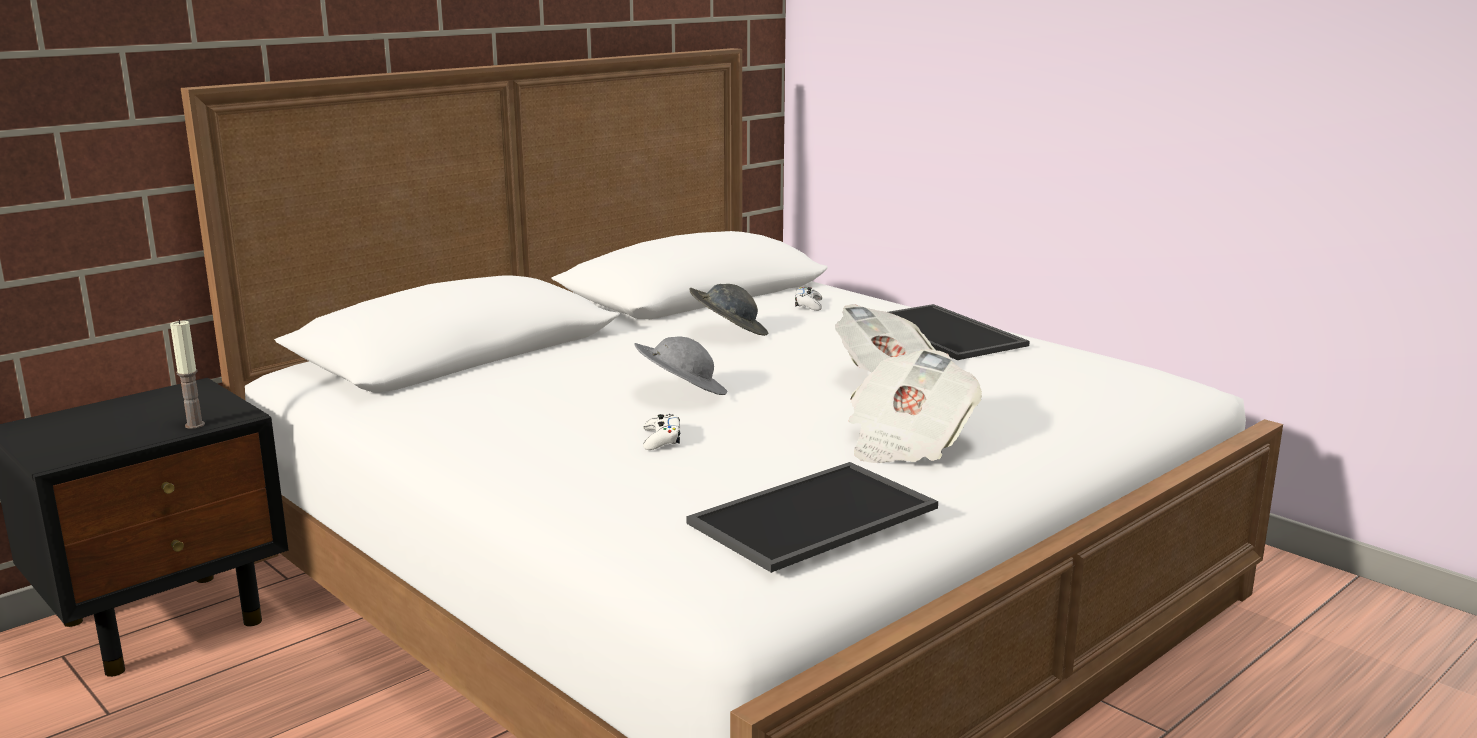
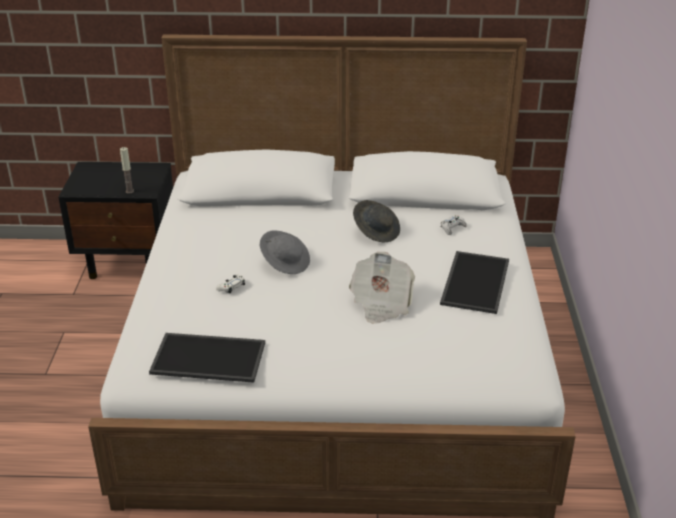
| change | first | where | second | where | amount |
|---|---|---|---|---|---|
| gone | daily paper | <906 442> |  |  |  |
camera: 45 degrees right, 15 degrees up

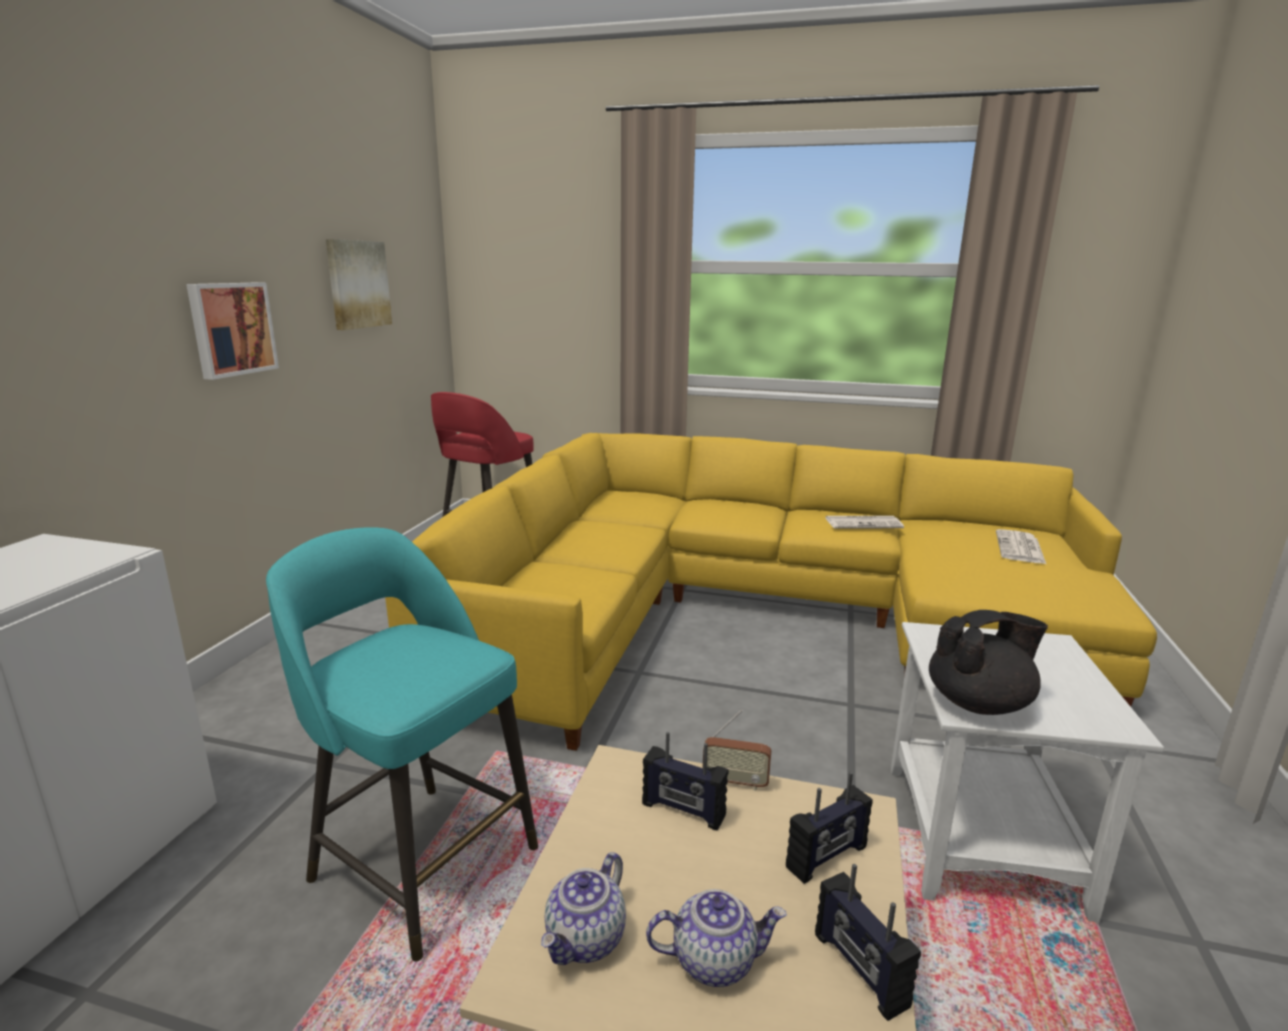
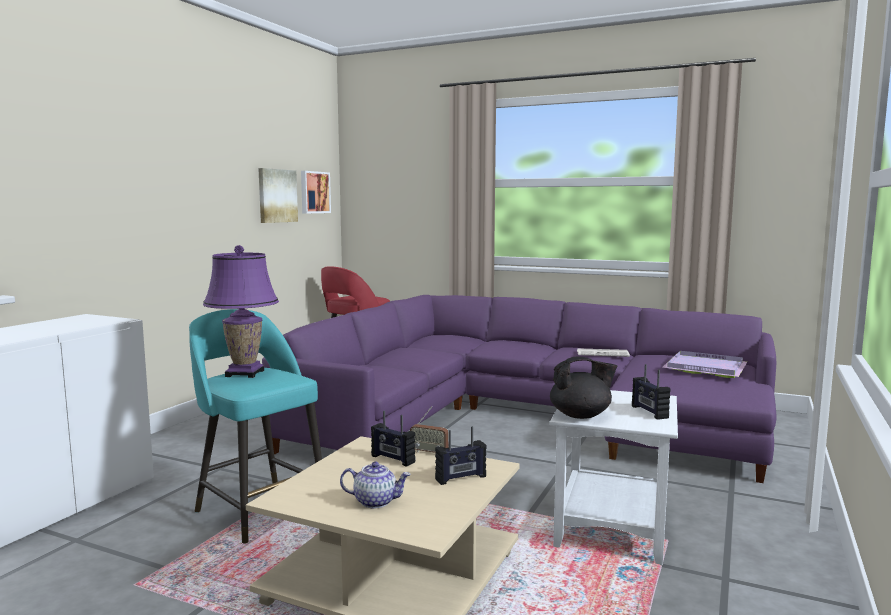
| change | first | where | second | where | amount |
|---|---|---|---|---|---|
| new |  |  | purple-coloured tabletop lamp | <245 373> |  |
| repainted | yellowish sofa | <756 615> | purple-coloured sofa | <525 418> |  |
| shifted | picture | <231 329> |  | <314 192> |  |
| shifted | radio receiver | <859 970> |  | <649 412> |  |
| swapped | daily paper | <1020 548> | purple-coloured serving tray | <706 368> |  |
| gone | tea pot | <586 940> |  |  |  |
camera: 10 degrees right, 10 degrees down

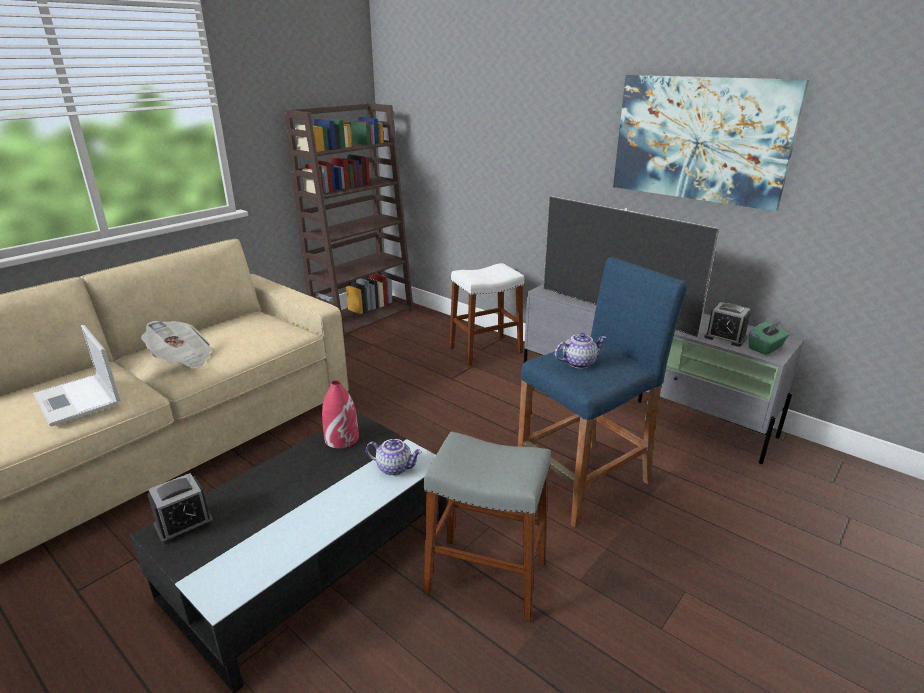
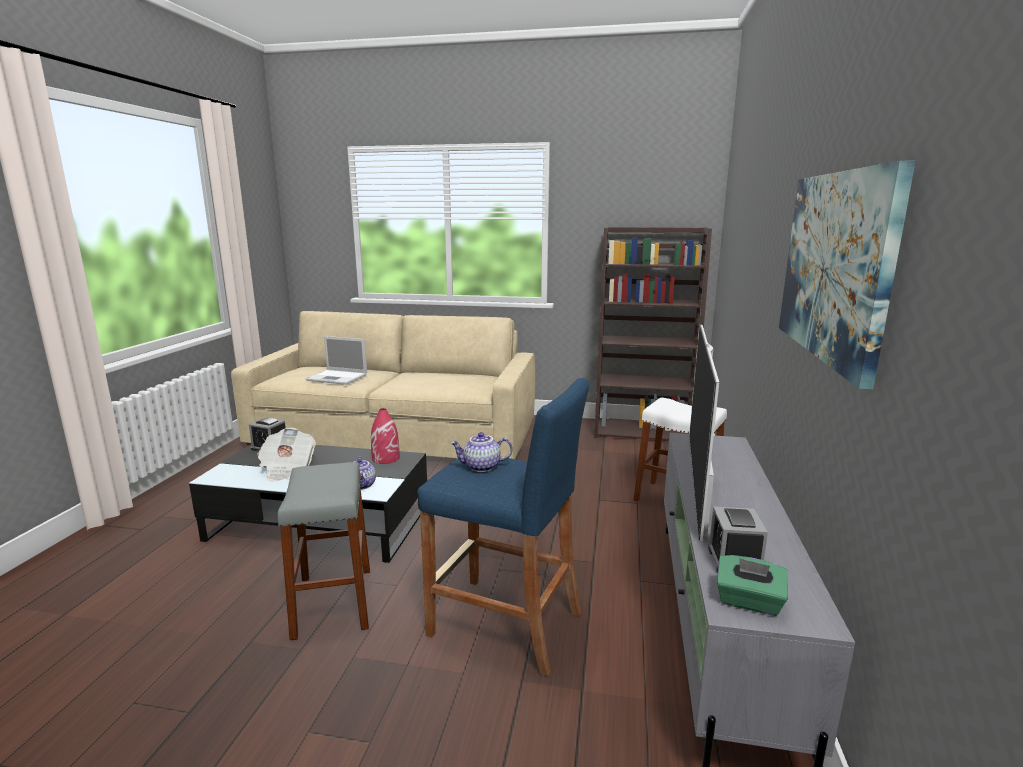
| change | first | where | second | where | amount |
|---|---|---|---|---|---|
| shifted | daily paper | <182 359> |  | <287 468> |  |
| rotated | portable computer | <78 400> |  | <338 377> | 90 degrees counterclockwise |
| rotated | tea pot | <578 363> |  | <481 467> | 135 degrees clockwise |
camera: 60 degrees right, 10 degrees down

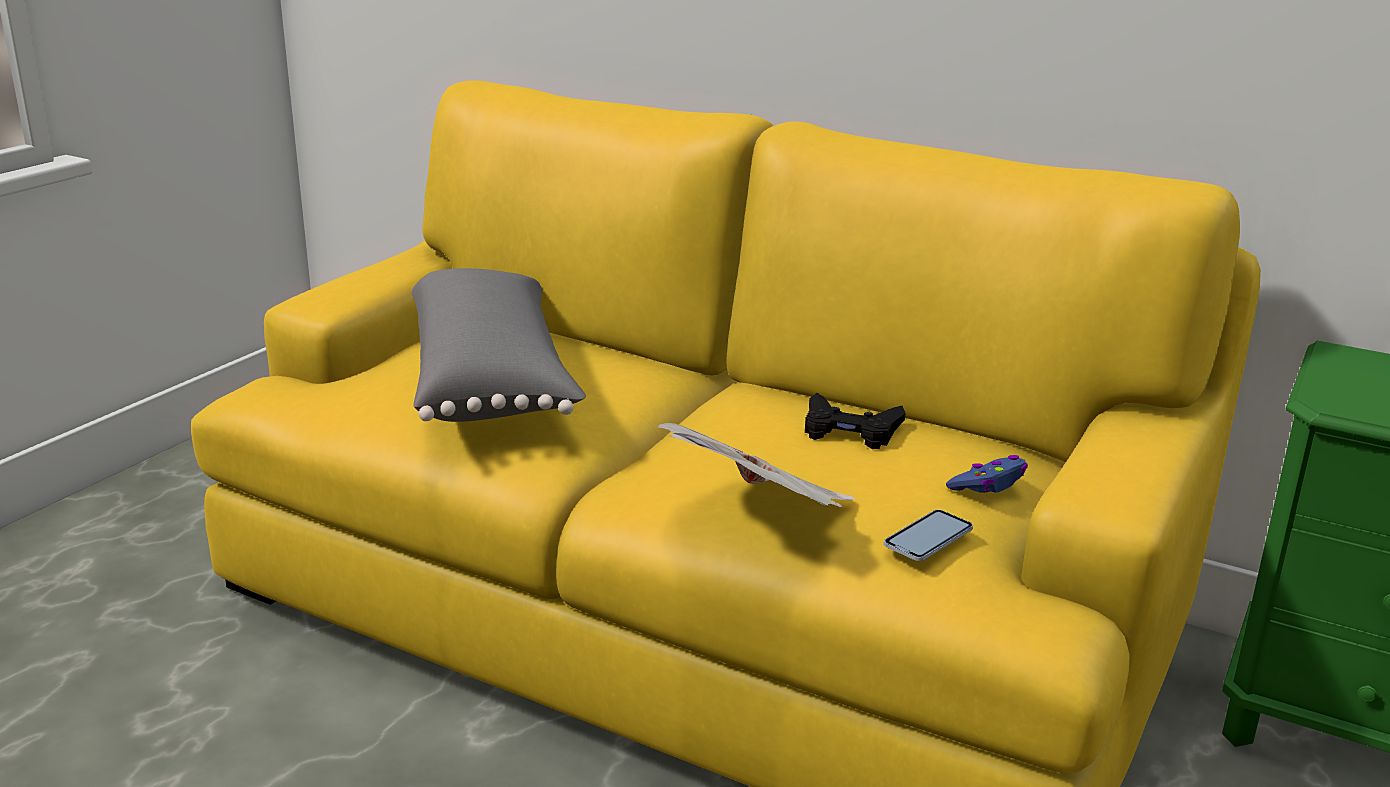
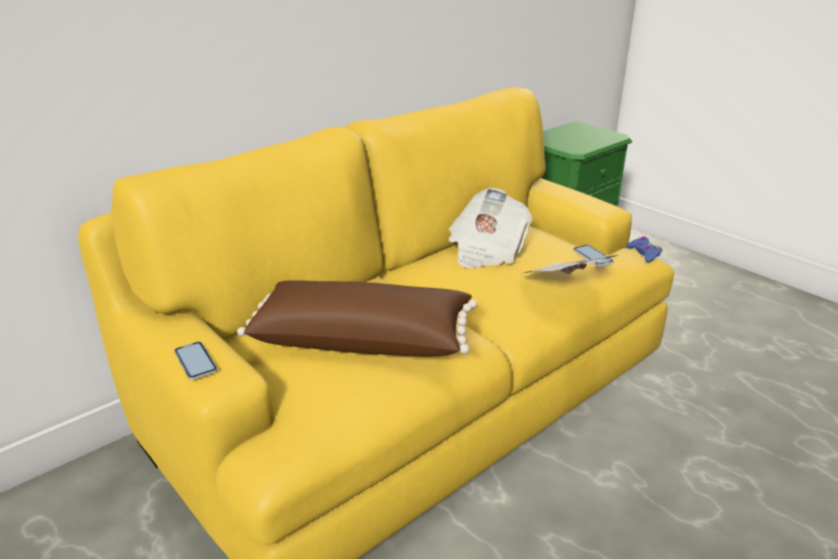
| change | first | where | second | where | amount |
|---|---|---|---|---|---|
| new |  |  | handset | <196 361> |  |
| repainted | greyish cushion | <491 381> | brown cushion | <363 338> |  |
| swapped | black-coloured gamepad | <850 430> | daily paper | <485 250> |  |
| shifted | blue-coloured gamepad | <988 484> |  | <644 253> |  |
camera: 70 degrees left, 5 degrees up

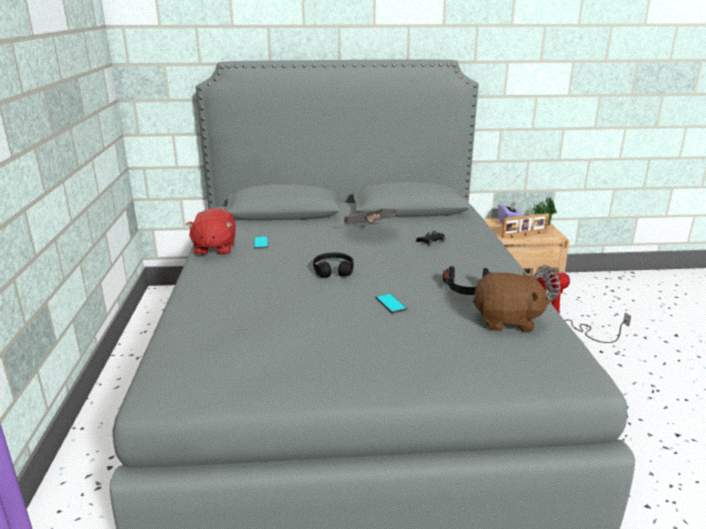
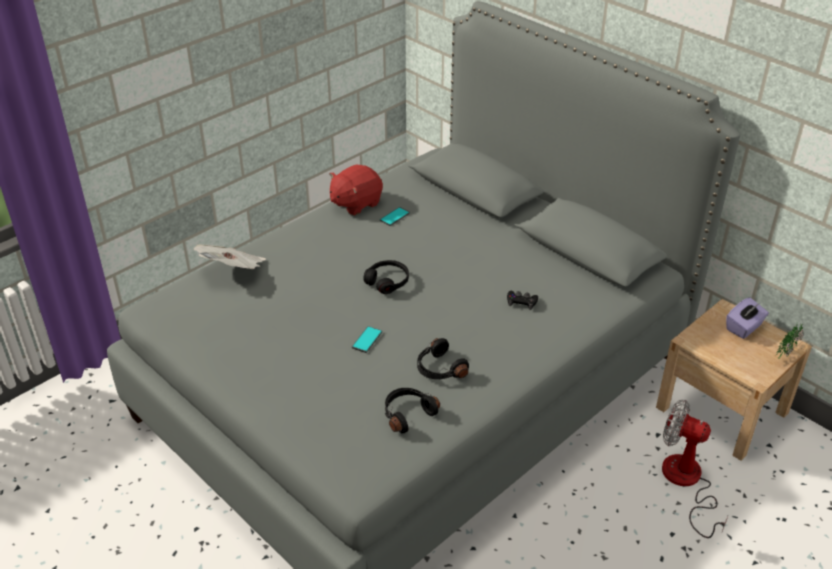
| change | first | where | second | where | amount |
|---|---|---|---|---|---|
| shifted | daily paper | <370 231> |  | <233 270> |  |
| swapped | brown plush toy | <507 321> | black-coloured headset | <407 414> |  |
| gone | picture frame | <524 235> |  |  |  |
camera: 50 degrees right, 15 degrees up

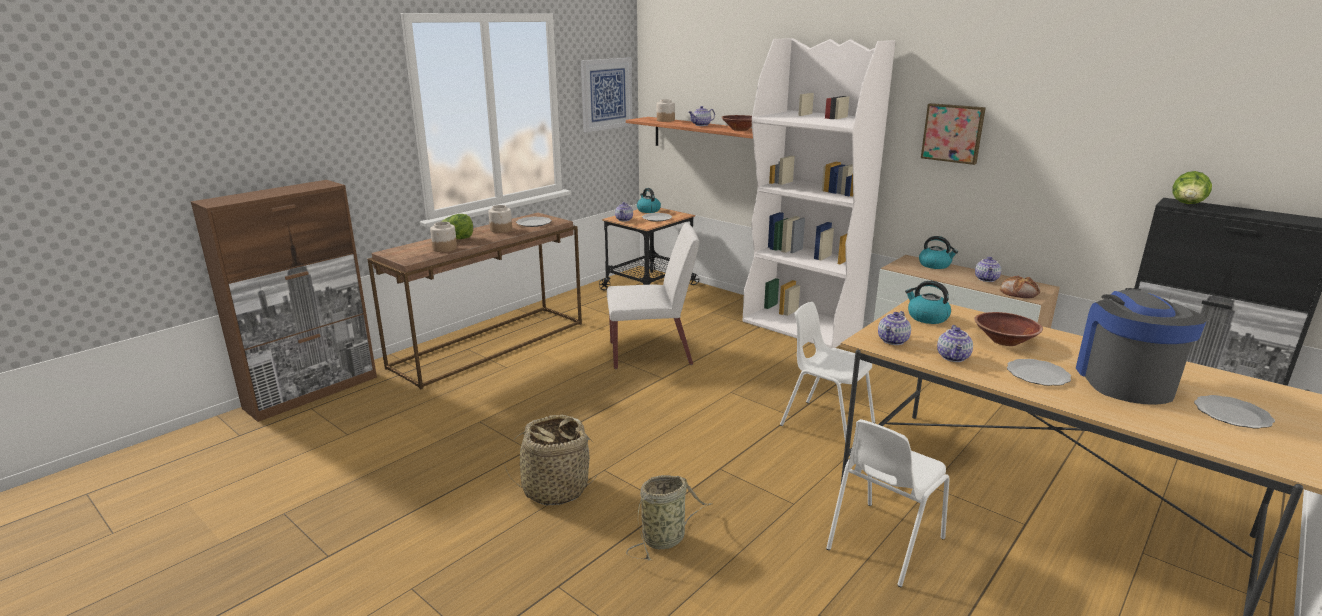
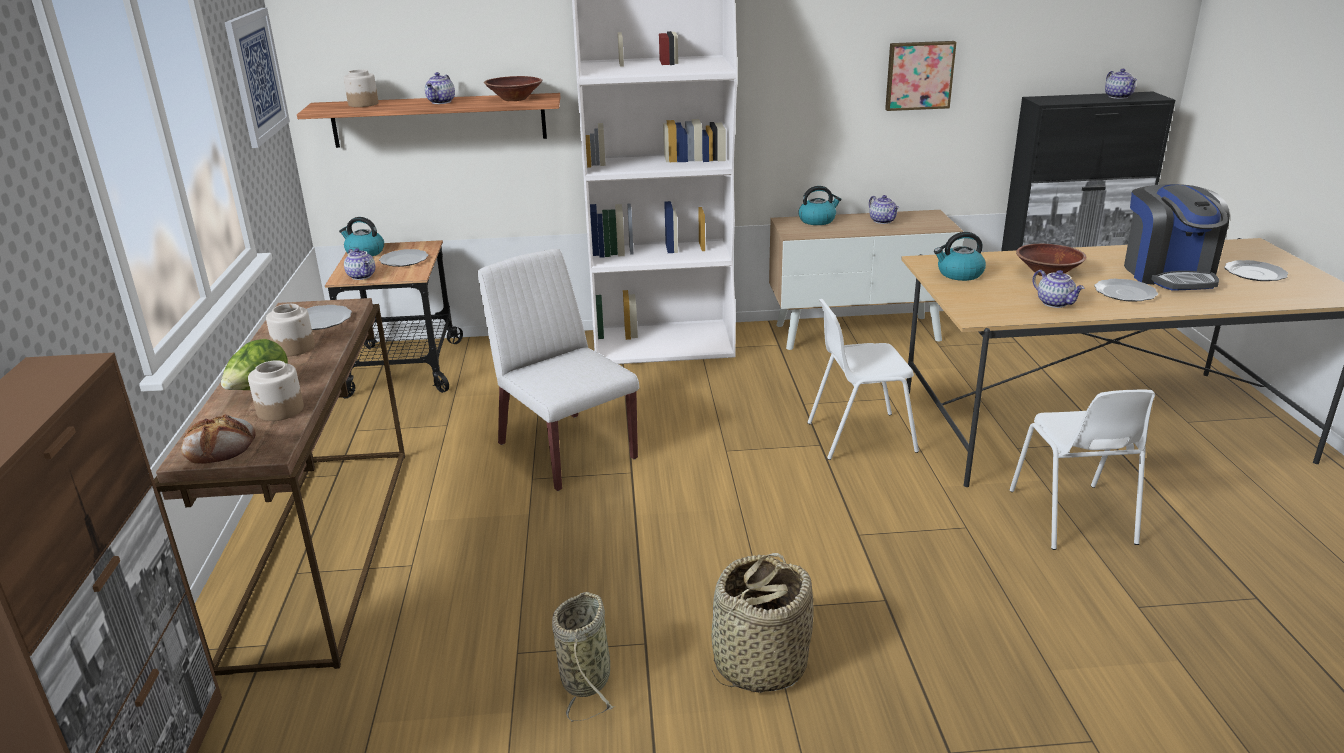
| change | first | where | second | where | amount |
|---|---|---|---|---|---|
| shifted | bread | <1019 292> |  | <220 445> |  |
| rotated | whitish upright chair | <651 353> |  | <565 450> | 75 degrees counterclockwise |
| shifted | basket | <666 538> |  | <586 677> |  |
| shifted | picture | <953 133> |  | <919 75> |  |
| shifted | tea pot | <893 341> |  | <1119 97> |  |
| rotated | coffee machine | <1124 381> |  | <1168 274> | 150 degrees counterclockwise |
| gone | lettuce | <1187 205> |  |  |  |
camera: 45 degrees left, 5 degrees up

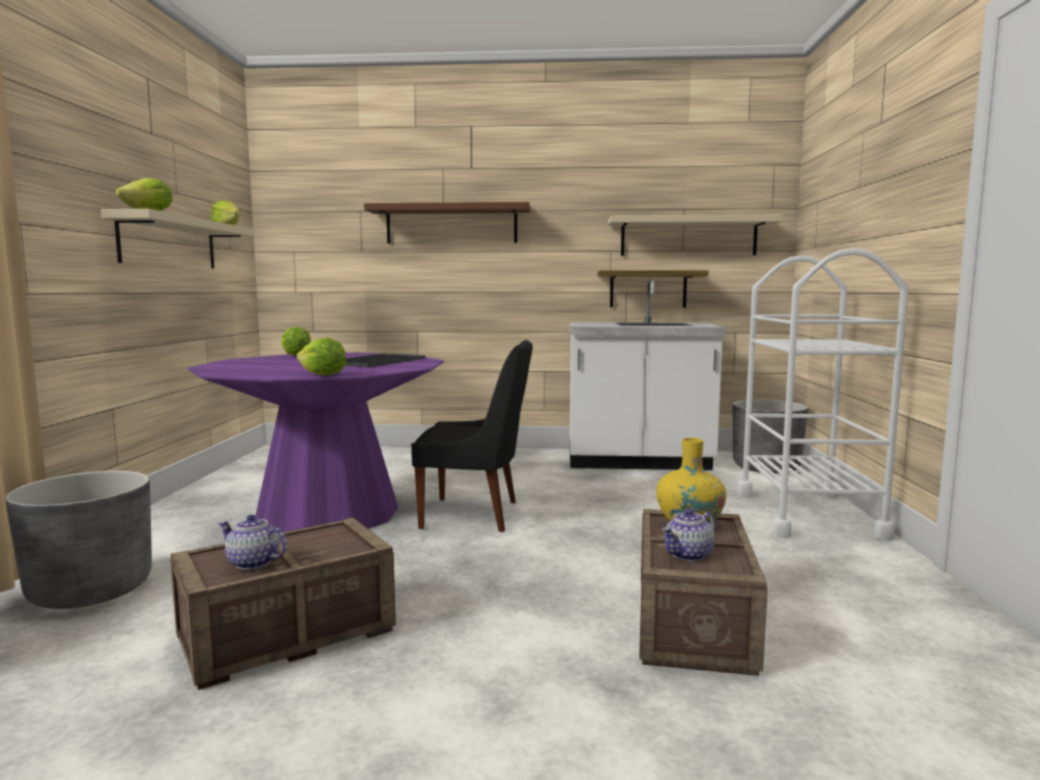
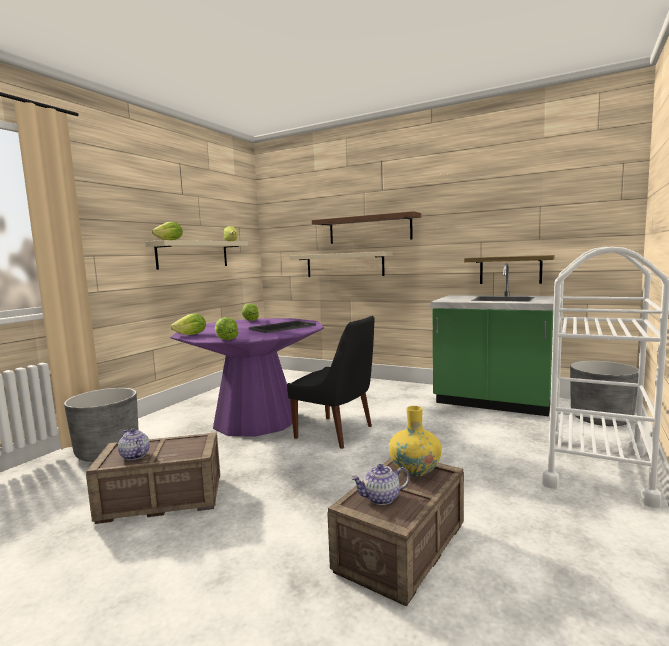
| change | first | where | second | where | amount |
|---|---|---|---|---|---|
| new |  |  | lettuce | <191 335> |  |
| shifted | beige wall shelf | <688 237> |  | <344 265> |  |
| repainted | whitish kitchen base unit | <638 462> | green-coloured kitchen base unit | <492 402> |  |
camera: 25 degrees right, 0 degrees up

